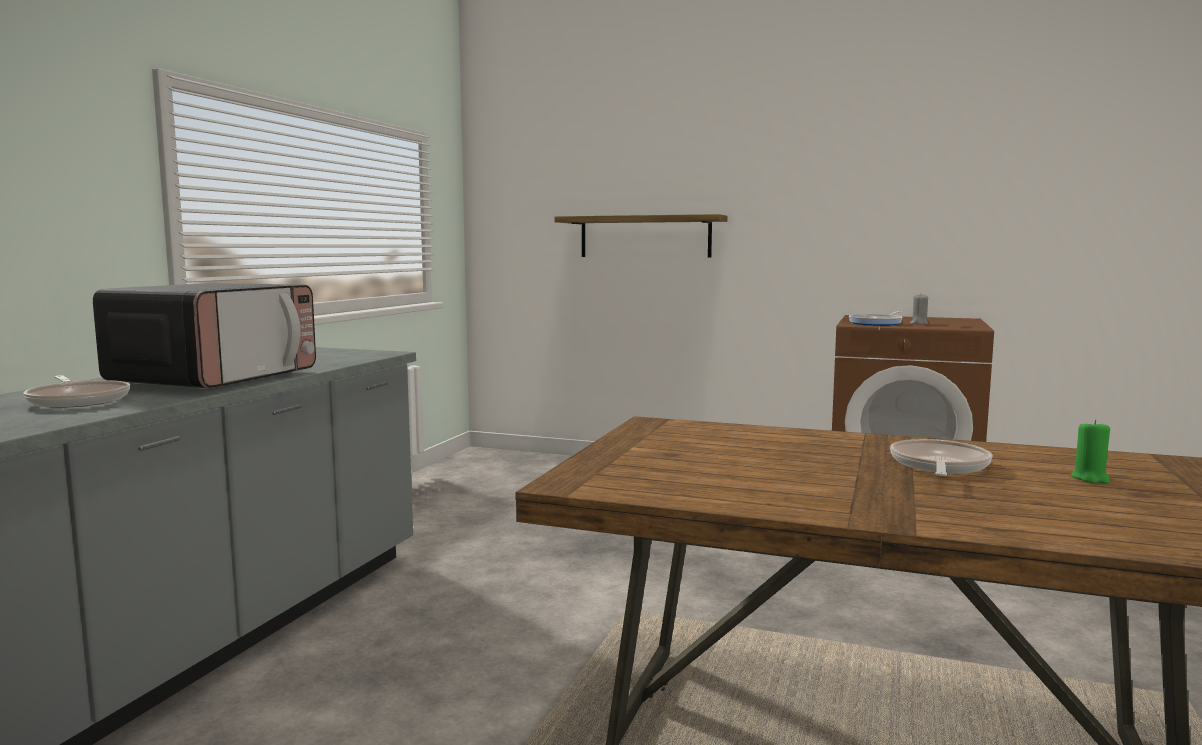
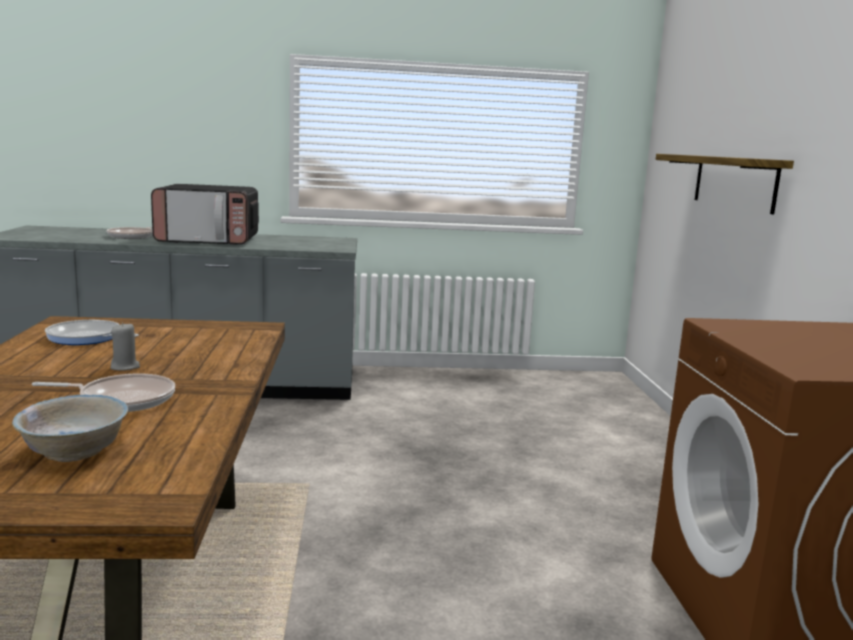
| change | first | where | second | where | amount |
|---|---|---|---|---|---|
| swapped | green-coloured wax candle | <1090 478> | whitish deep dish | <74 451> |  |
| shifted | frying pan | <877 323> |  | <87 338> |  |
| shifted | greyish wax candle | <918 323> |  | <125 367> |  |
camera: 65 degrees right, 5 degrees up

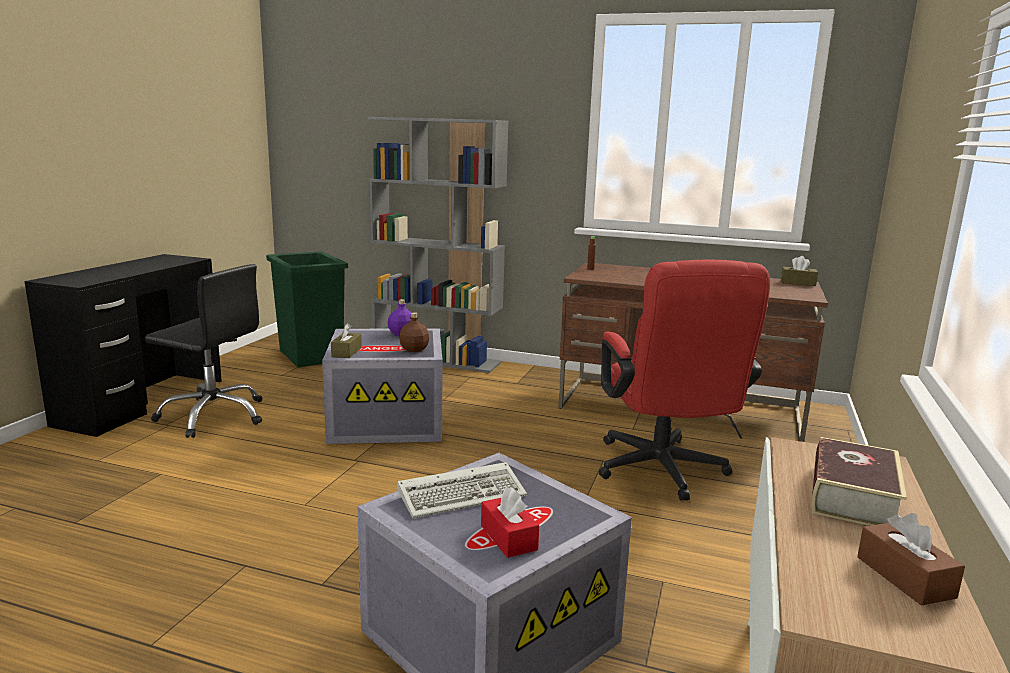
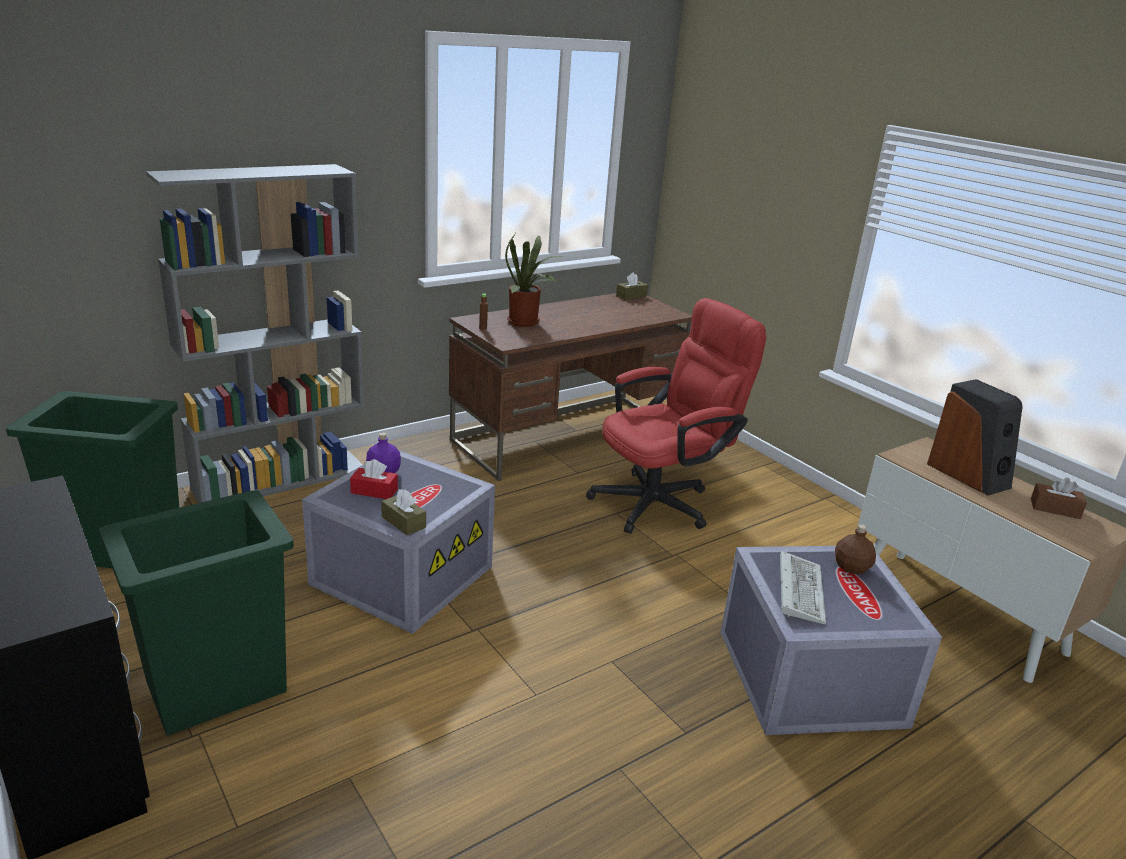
| change | first | where | second | where | amount |
|---|---|---|---|---|---|
| swapped | black-coloured office chair | <213 415> | green-coloured rubbish bin | <218 687> |  |
| shifted | red-coloured tissue box | <508 537> |  | <374 491> |  |
| new |  |  | plant in a pot | <526 322> |  |
| rotated | red-coloured office chair | <663 473> |  | <662 501> | 60 degrees counterclockwise |
| shifted | brown bottle | <414 349> |  | <851 567> |  |
| swapped | book | <852 496> | speaker | <968 475> |  |
camera: 55 degrees left, 10 degrees up

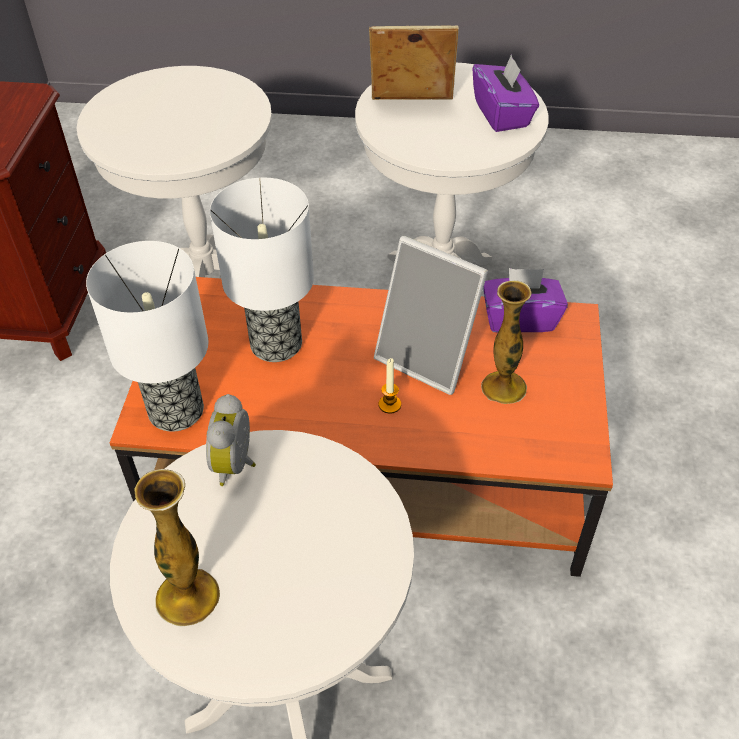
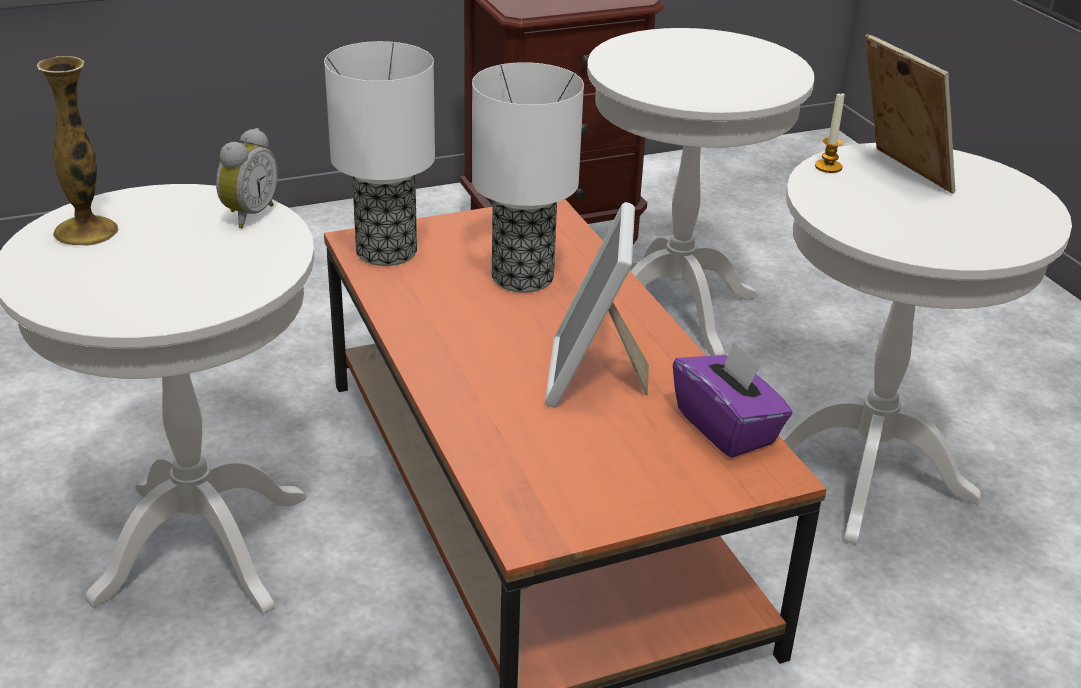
| change | first | where | second | where | amount |
|---|---|---|---|---|---|
| rotated | alarm clock | <237 465> |  | <247 215> | 135 degrees clockwise |
| shifted | wax candle | <389 404> |  | <828 167> |  |
| gone | purple-coloured tissue box | <502 114> |  |  |  |
| gone | flower vase | <504 387> |  |  |  |
camera: 60 degrees right, 15 degrees down

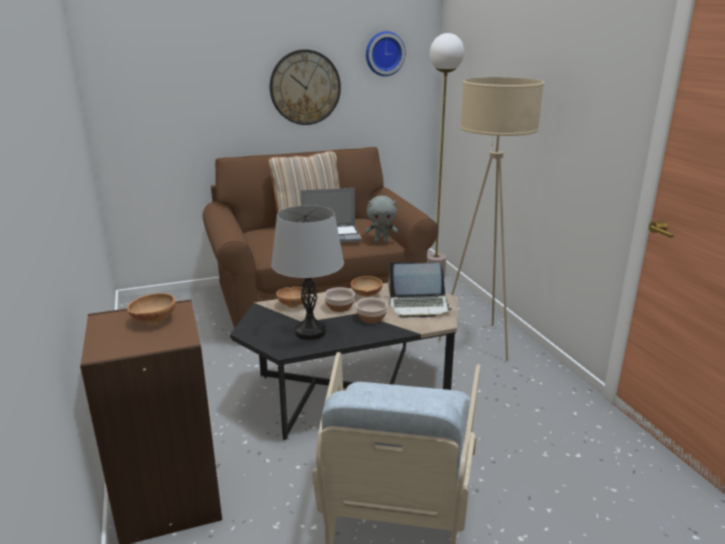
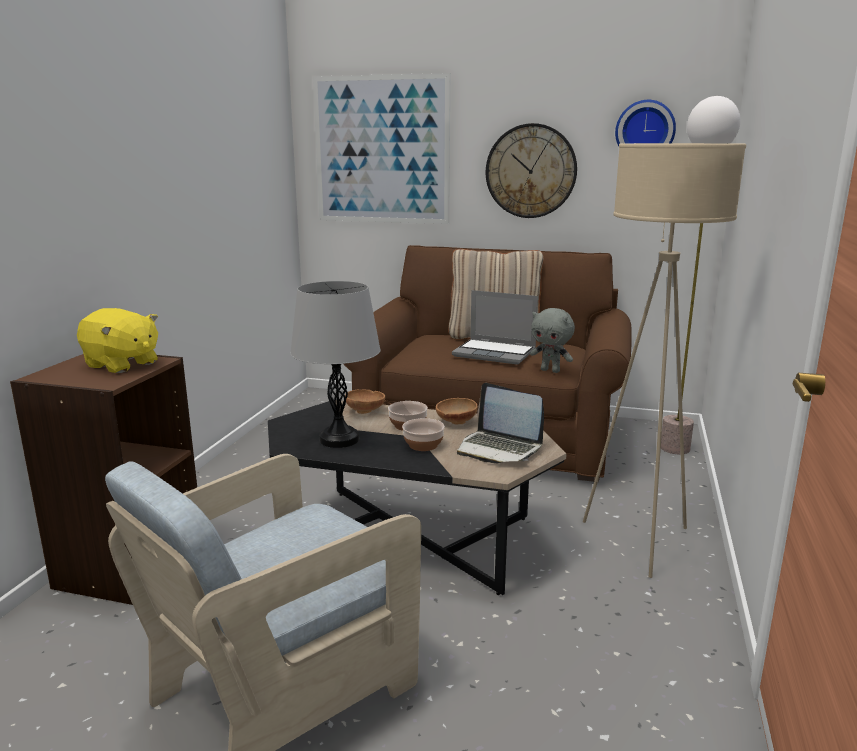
| change | first | where | second | where | amount |
|---|---|---|---|---|---|
| swapped | brown deep dish | <153 320> | yellowish plush toy | <121 364> |  |
| new |  |  | picture | <381 150> |  |
camera: 35 degrees right, 5 degrees down

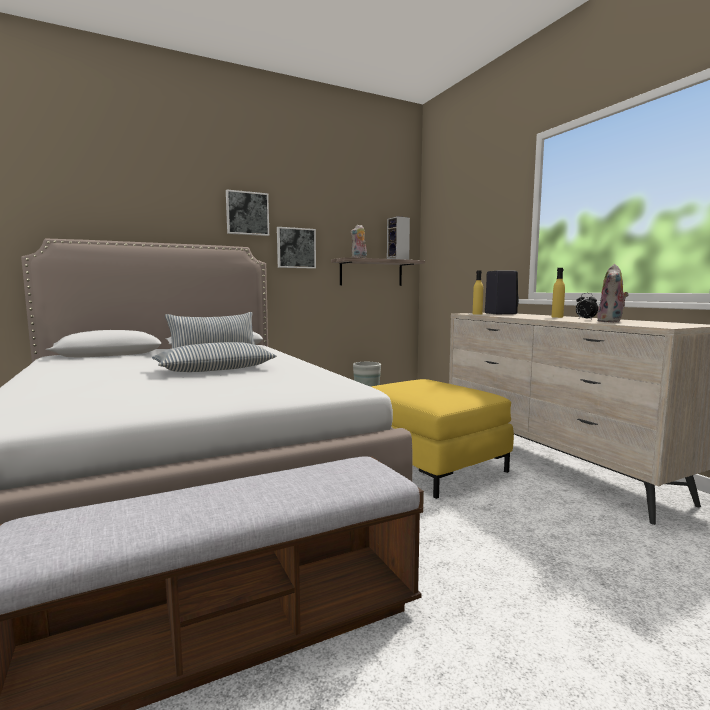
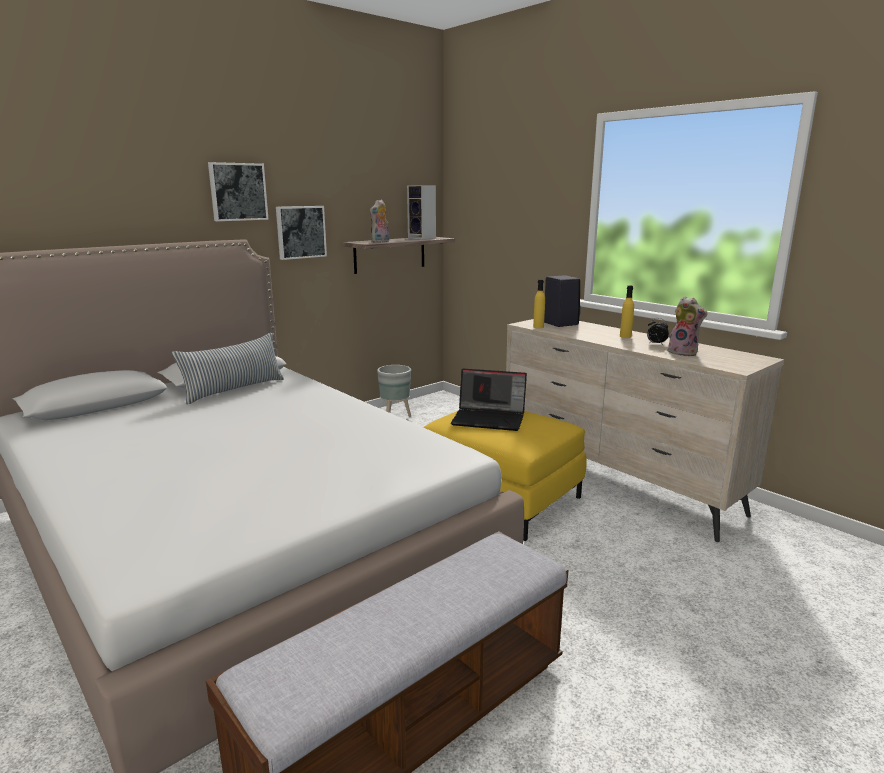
| change | first | where | second | where | amount |
|---|---|---|---|---|---|
| new |  |  | portable computer | <490 419> |  |
| rotated | plush toy | <611 321> |  | <684 353> | 60 degrees counterclockwise |
| gone | cushion | <216 369> |  |  |  |
camera: 15 degrees left, 10 degrees up

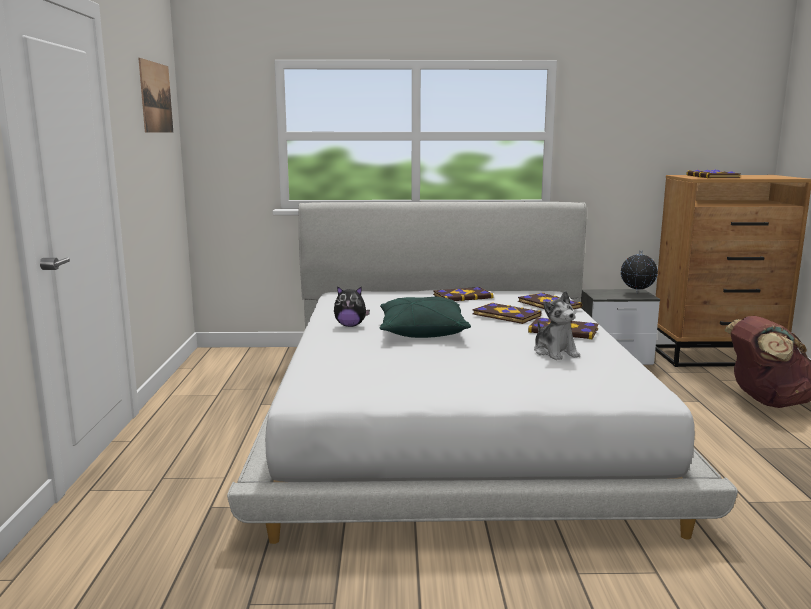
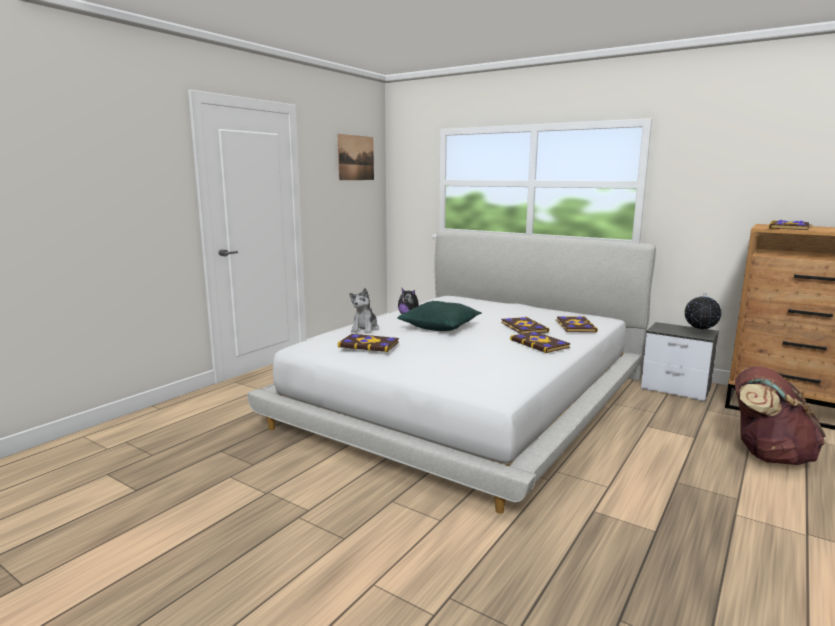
| change | first | where | second | where | amount |
|---|---|---|---|---|---|
| shifted | book | <462 296> |  | <369 344> |  |
| shifted | plush toy | <555 352> |  | <365 329> |  |
camera: 35 degrees right, 0 degrees up

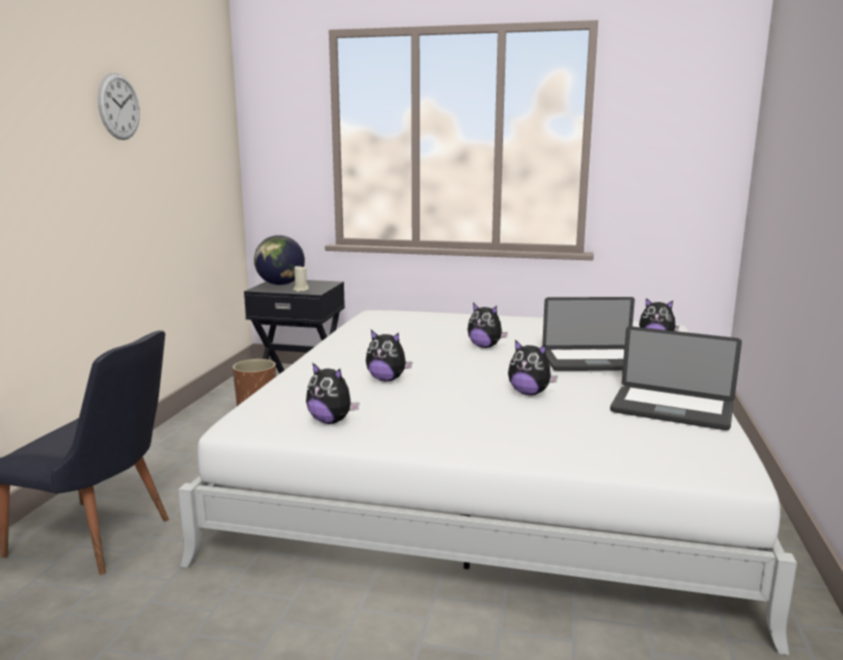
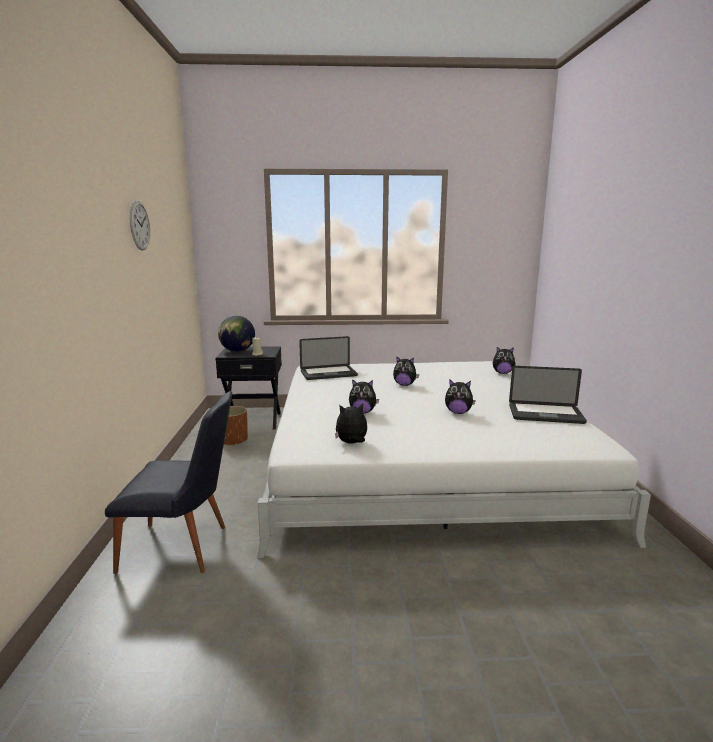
| change | first | where | second | where | amount |
|---|---|---|---|---|---|
| shifted | portable computer | <592 362> |  | <328 374> |  |
| rotated | plush toy | <331 421> |  | <352 443> | 150 degrees clockwise |
camera: 15 degrees left, 0 degrees up

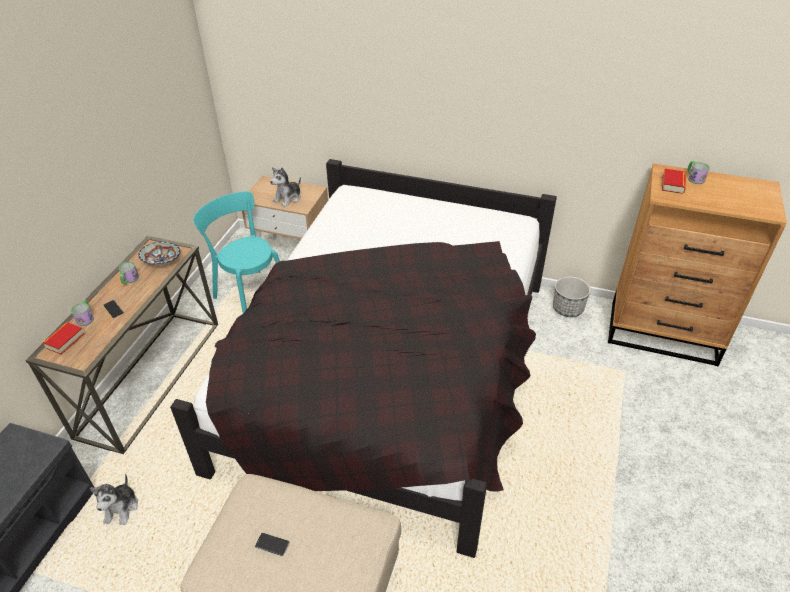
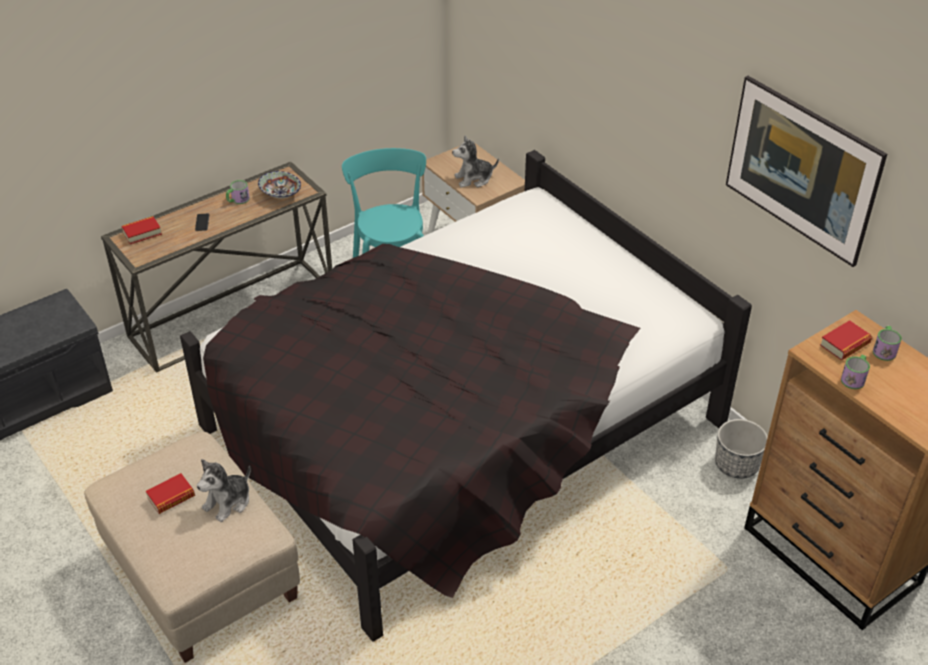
| change | first | where | second | where | amount |
|---|---|---|---|---|---|
| swapped | handset | <272 545> | book | <171 497> |  |
| shifted | plush toy | <121 508> |  | <228 502> |  |
| new |  |  | picture | <795 196> |  |
| shifted | tea mug | <86 318> |  | <854 378> |  |
camera: 35 degrees right, 0 degrees up

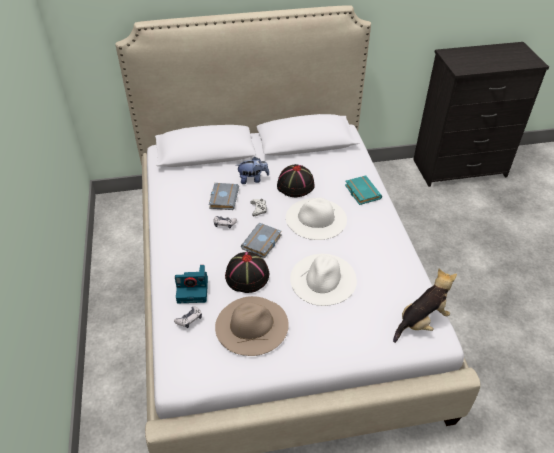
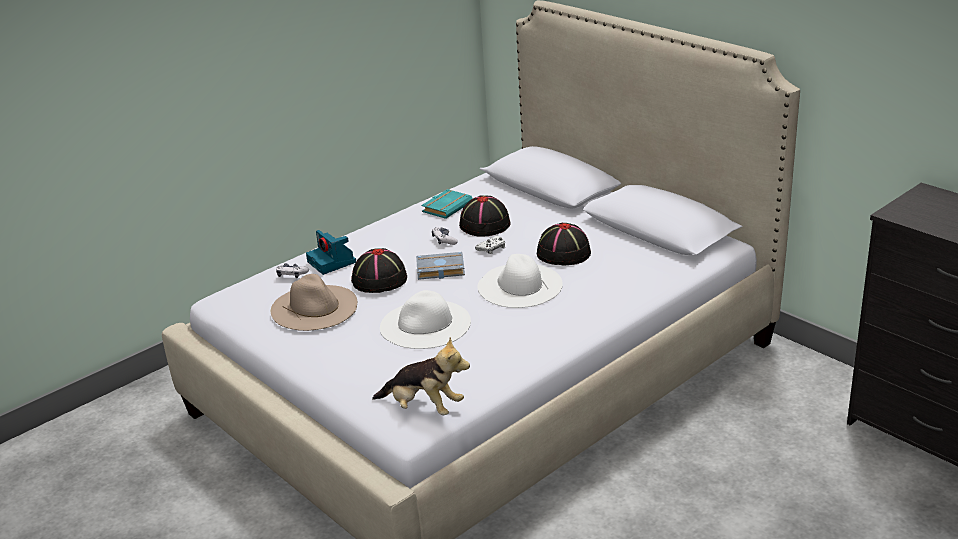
| change | first | where | second | where | amount |
|---|---|---|---|---|---|
| shifted | turquoise book | <361 192> |  | <446 207> |  |
| swapped | greyish book | <223 198> | black-coloured hat | <485 224> |  |
| gone | plush toy | <253 179> |  |  |  |
camera: 60 degrees right, 15 degrees down

